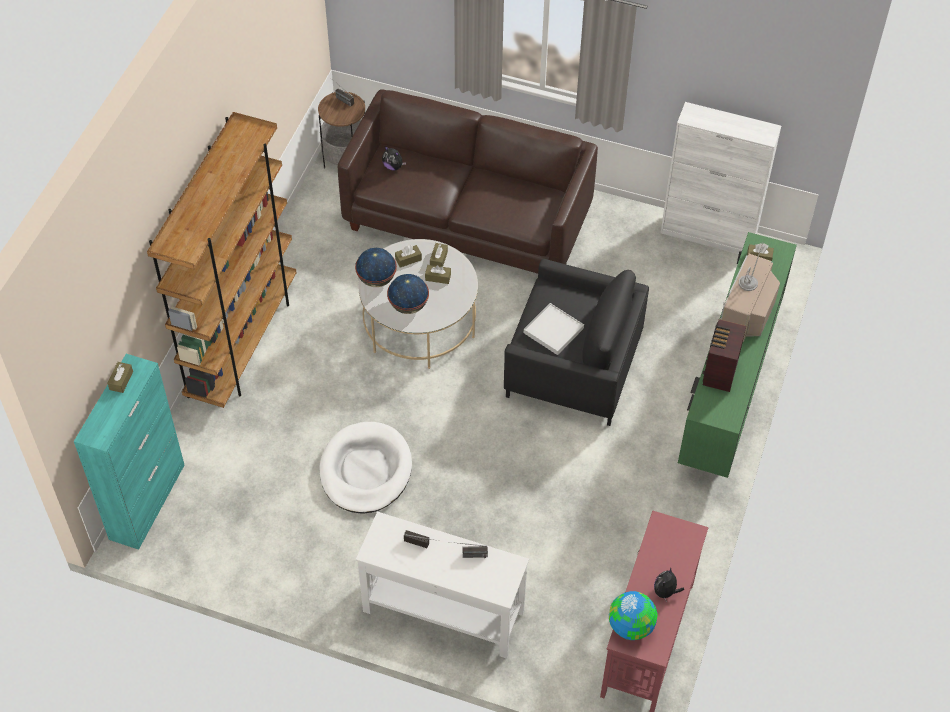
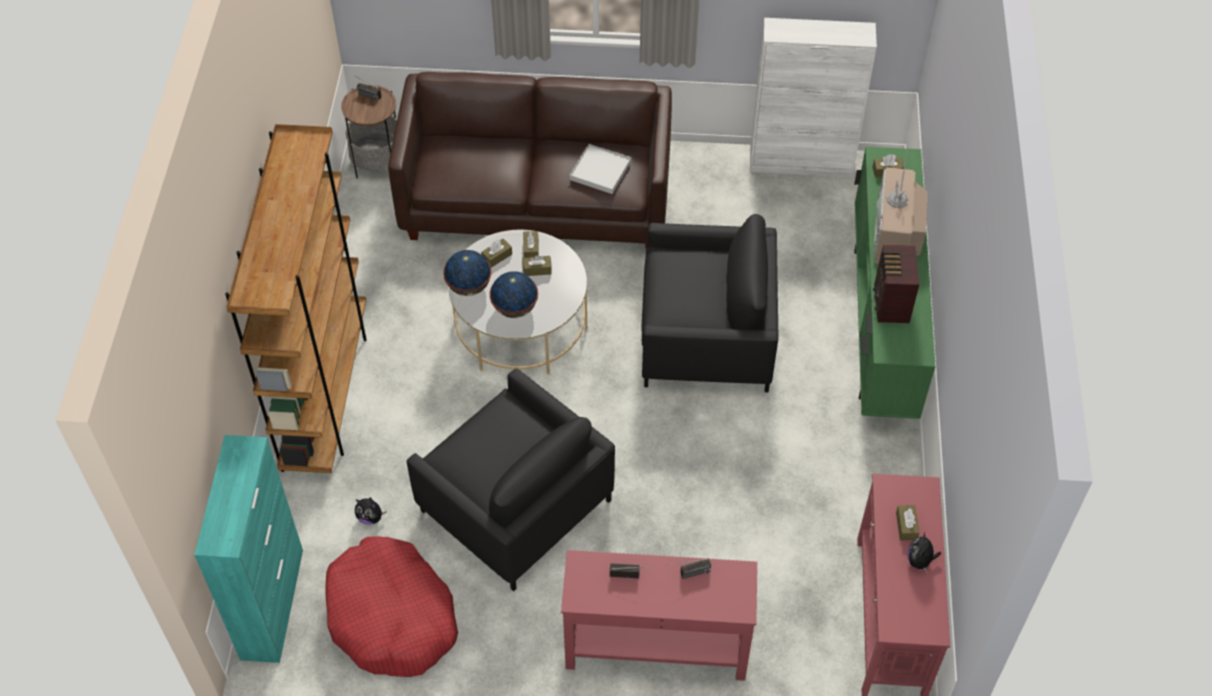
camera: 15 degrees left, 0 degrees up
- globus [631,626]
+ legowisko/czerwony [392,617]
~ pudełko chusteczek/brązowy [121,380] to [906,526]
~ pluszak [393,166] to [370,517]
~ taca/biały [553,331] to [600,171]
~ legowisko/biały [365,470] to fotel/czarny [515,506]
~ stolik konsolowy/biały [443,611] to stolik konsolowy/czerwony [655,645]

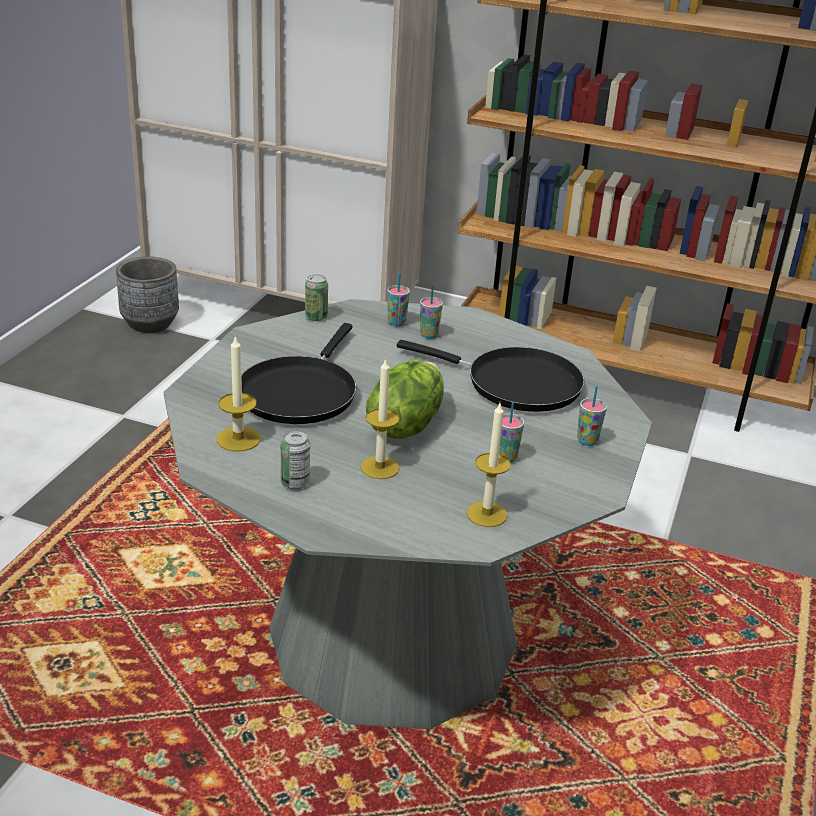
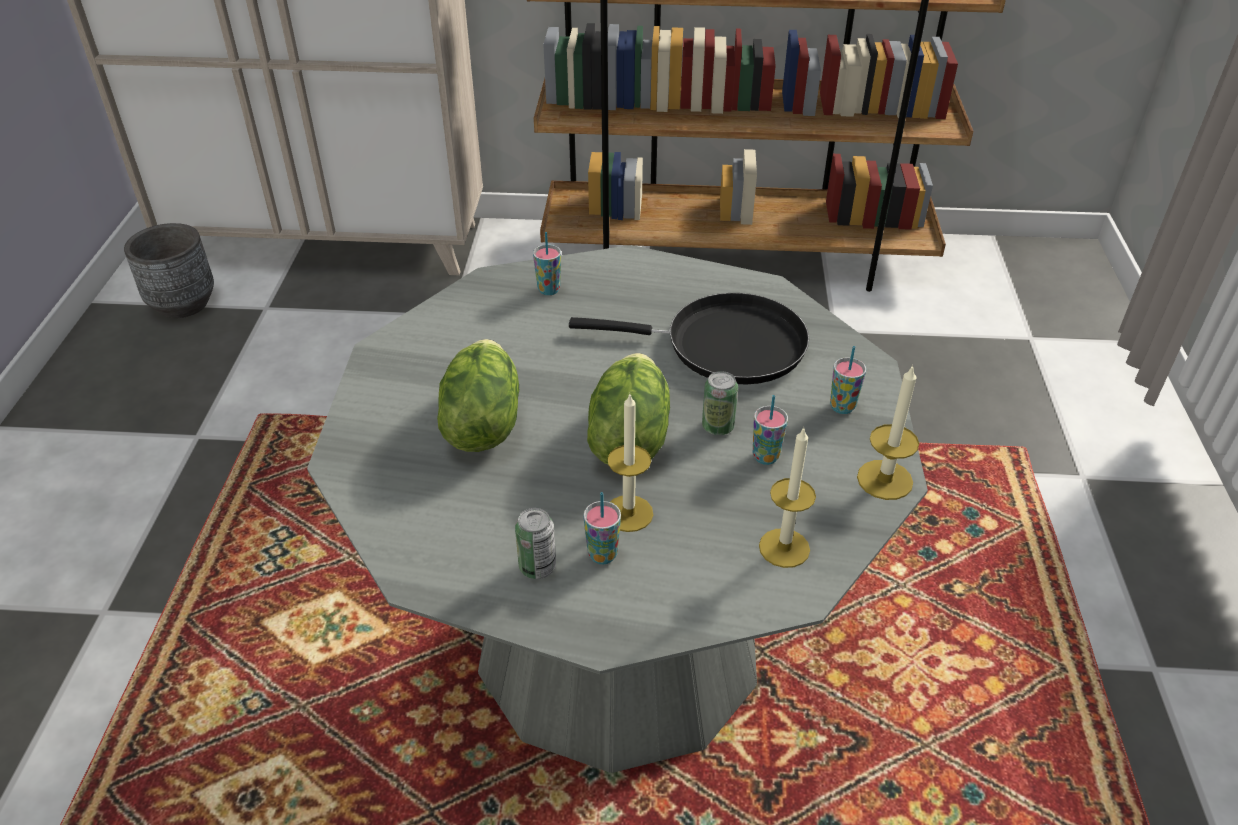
camera: 15 degrees left, 10 degrees up
~ świeca [238,439] to [884,480]
~ puszka [316,317] to [718,427]
~ filiżanka [429,335] to [602,555]
~ patelnia/czarny [300,392] to sałata [481,423]

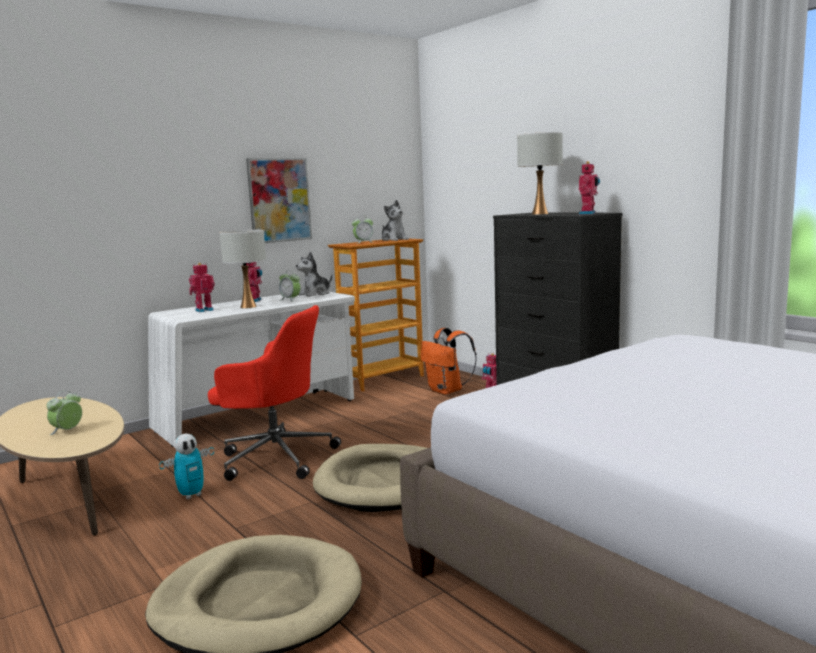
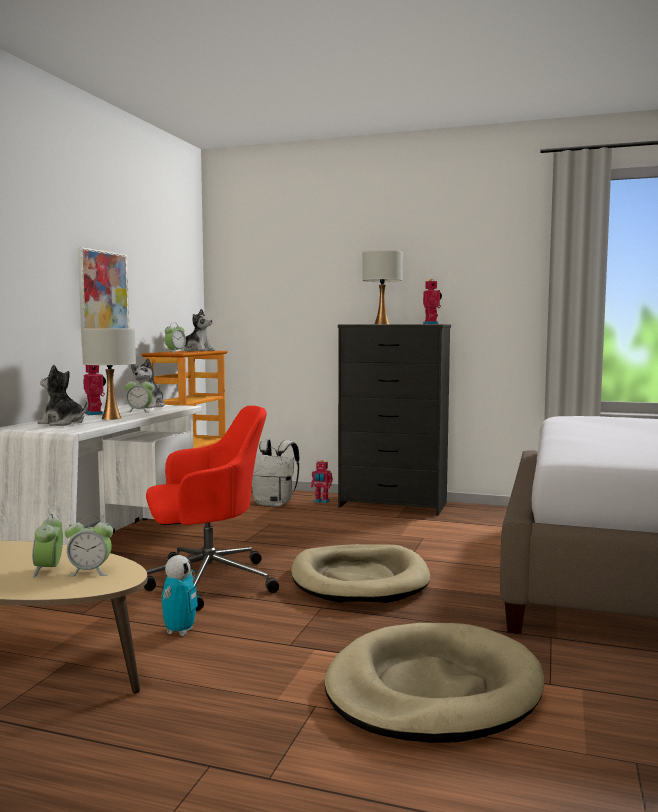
camera: 35 degrees left, 5 degrees down
+ budzik [90,572]
~ robot zabawkowy [204,310] to pluszak [63,423]
~ plecak/pomarańczowy [447,391] to plecak/biały [274,504]

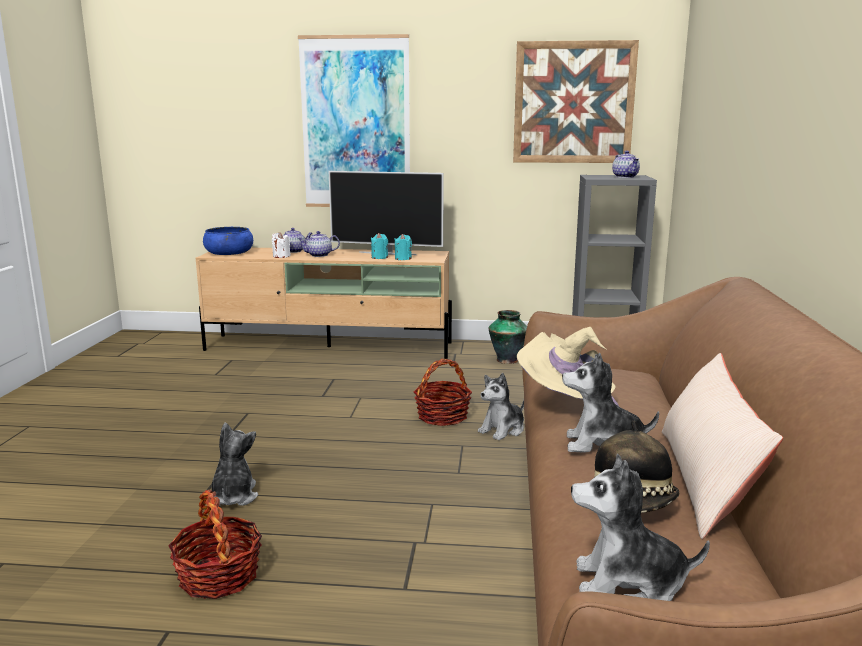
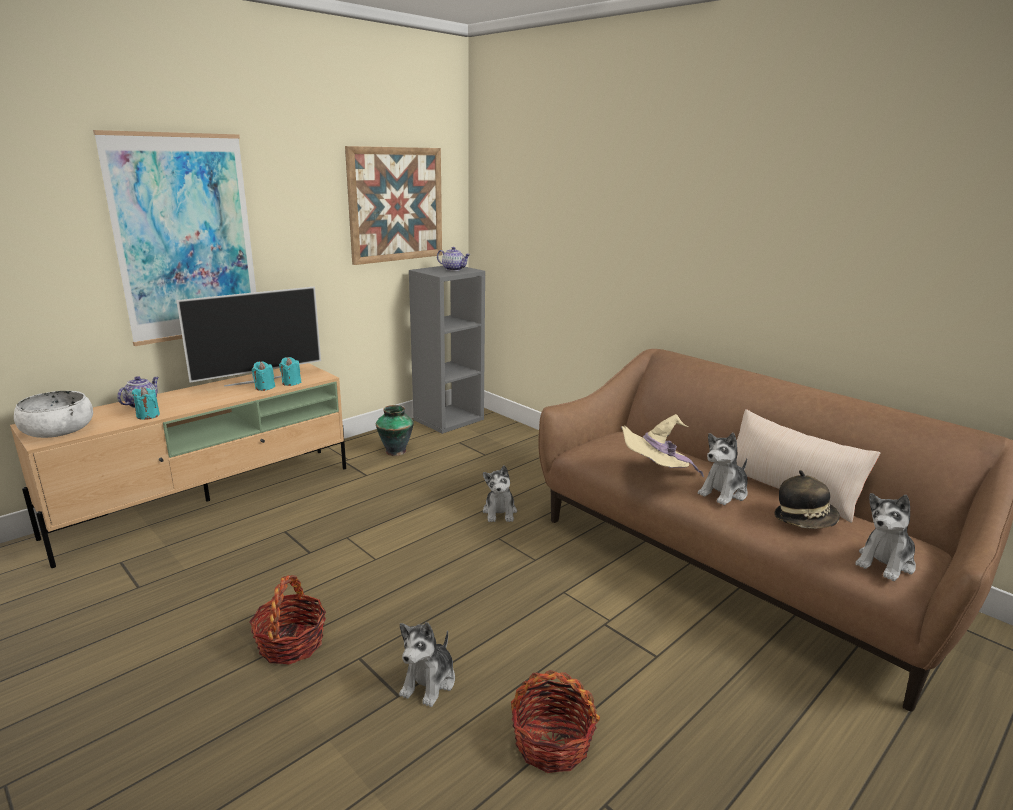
camera: 50 degrees left, 5 degrees up
- imbryk [318,255]
~ koszyk [442,416] to [291,643]
~ miska/niebieski [229,253] to miska/biały [58,430]
~ świeca/biały [281,256] to świeca/turkusowy [148,415]
~ pluszak [233,496] = [429,682] 105 degrees counterclockwise

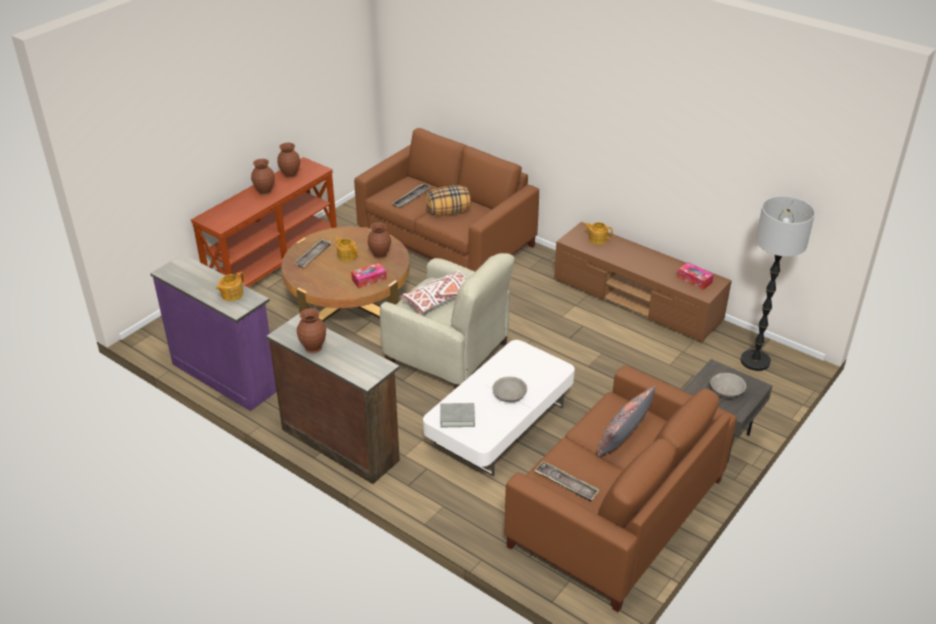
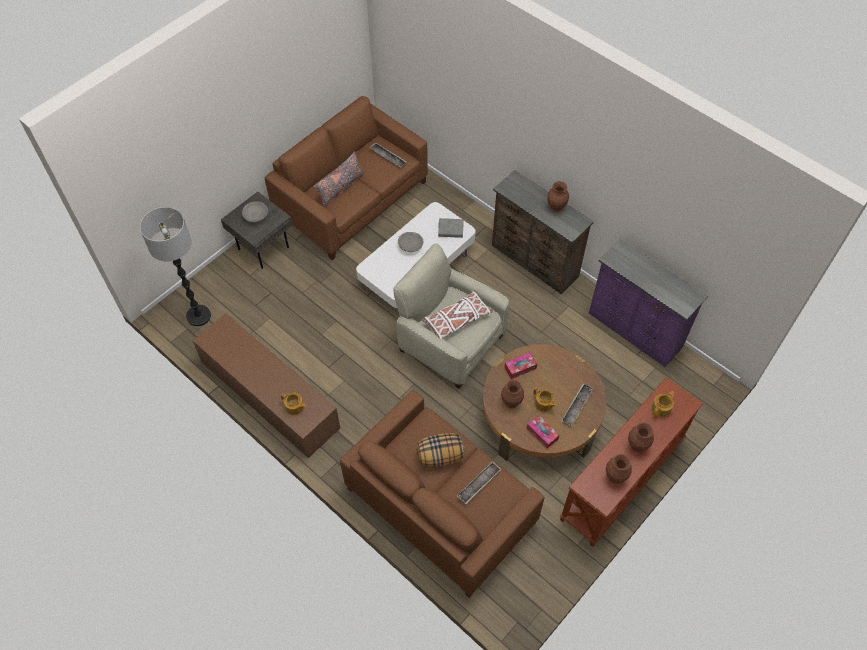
camera: 175 degrees left, 20 degrees up
~ imbryk [231,294] to [661,408]
~ pudełko chusteczek [694,280] to [542,433]

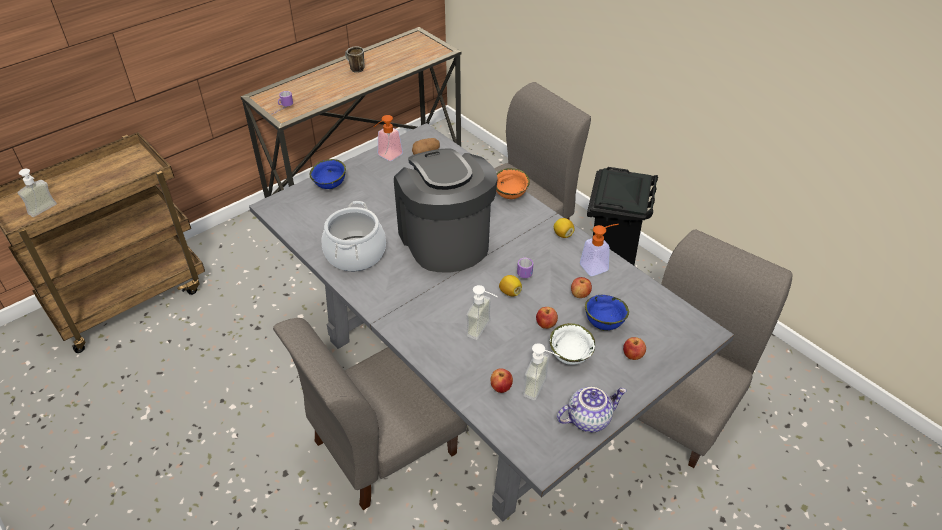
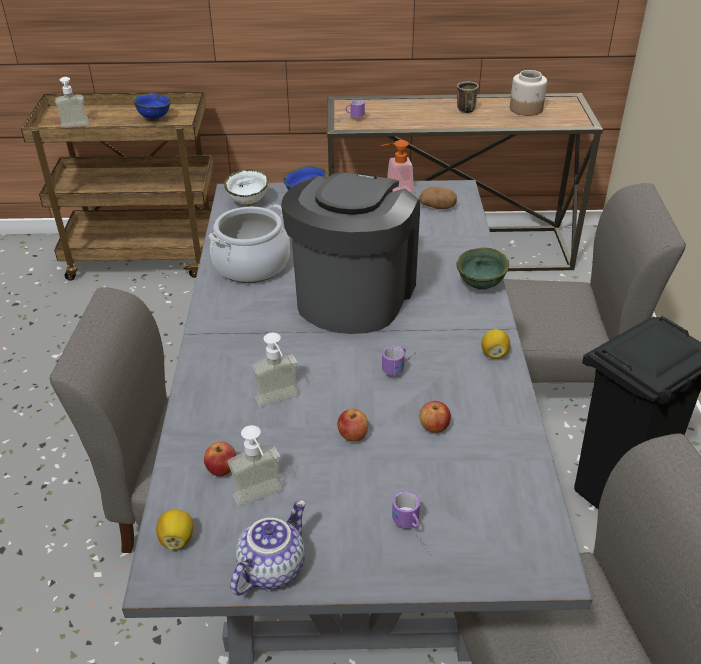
camera: 40 degrees right, 5 degrees down
- dozownik mydła [598,266]
+ słoik [526,109]
~ cytryna [510,292] to [177,539]
~ miska/biały [570,356] to [249,202]
~ miska/niebieski [603,324] to [154,118]
~ jabłko [632,356] to kubek [413,534]
~ miska/pomarańczowy [511,196] to miska/zielony [481,286]
~ imbryk [588,418] = [271,567] 75 degrees counterclockwise

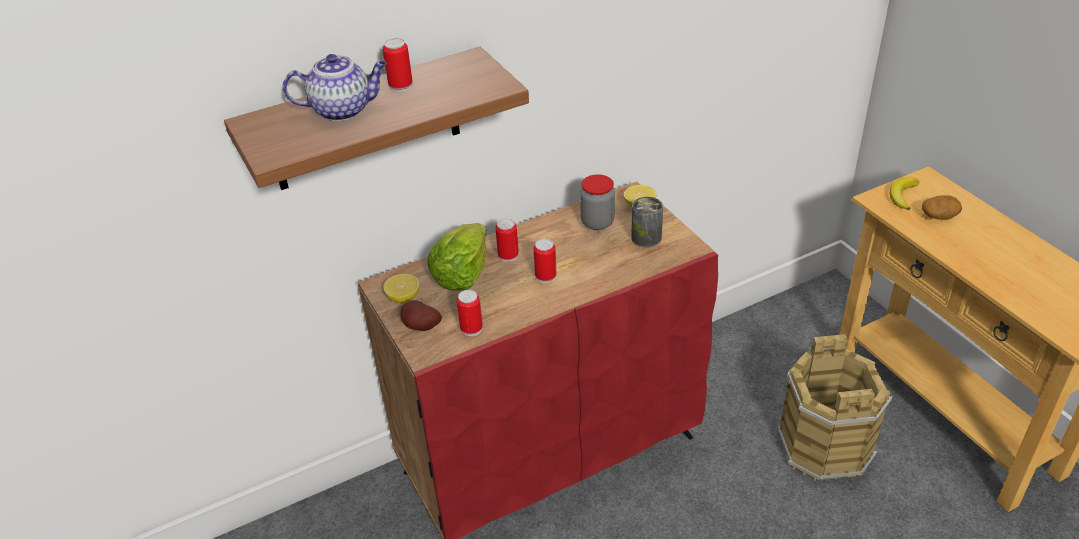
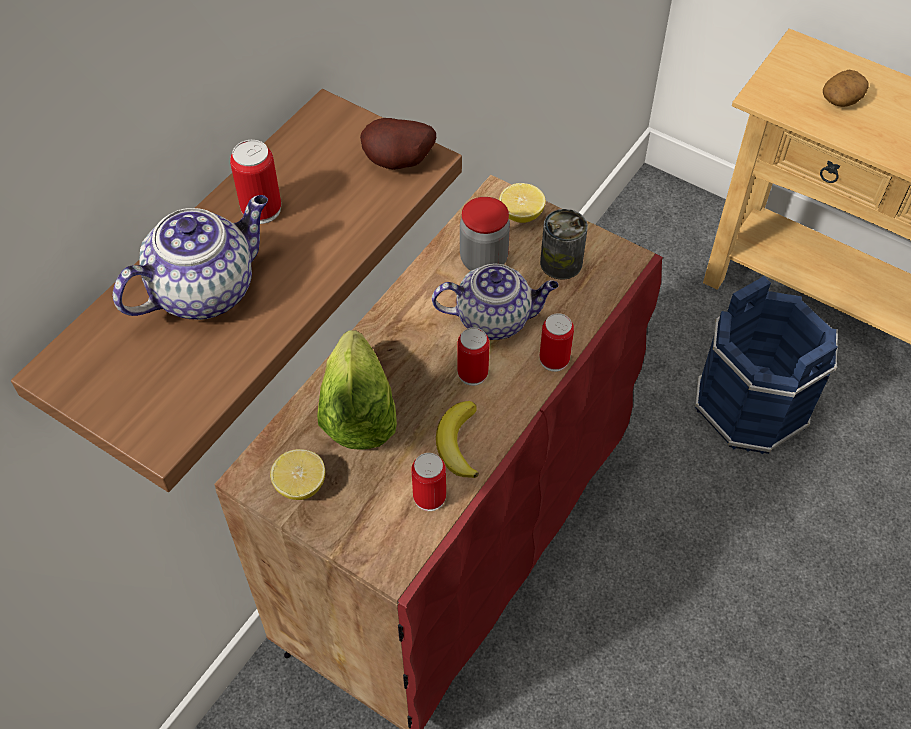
camera: 30 degrees left, 15 degrees up
+ imbryk [495,319]
~ ziemniak [420,327] to [399,163]
~ puszka [508,255] to [554,359]
~ banan [902,195] to [458,443]
~ wiadro/brązowy [825,446] to wiadro/niebieski [752,405]

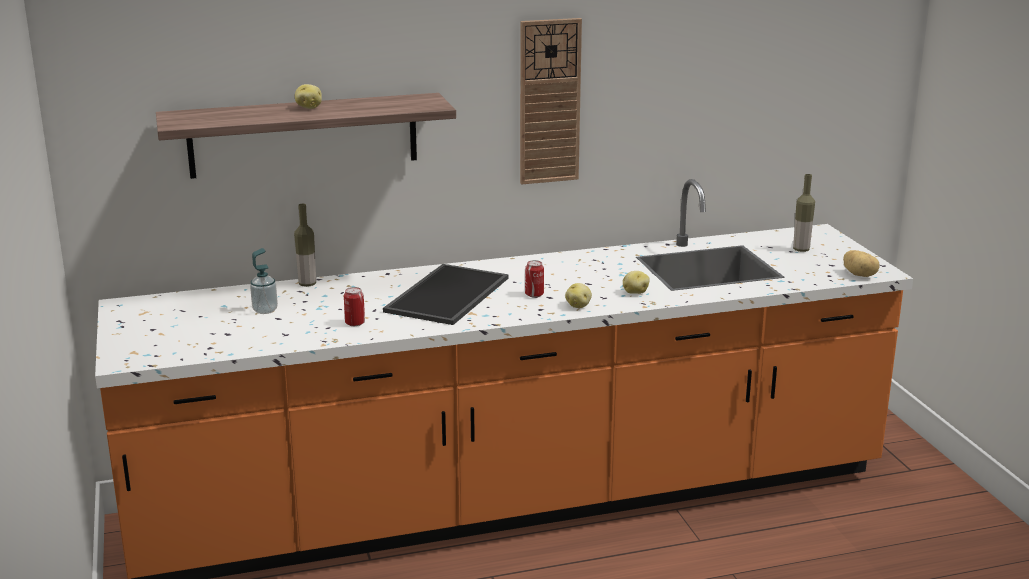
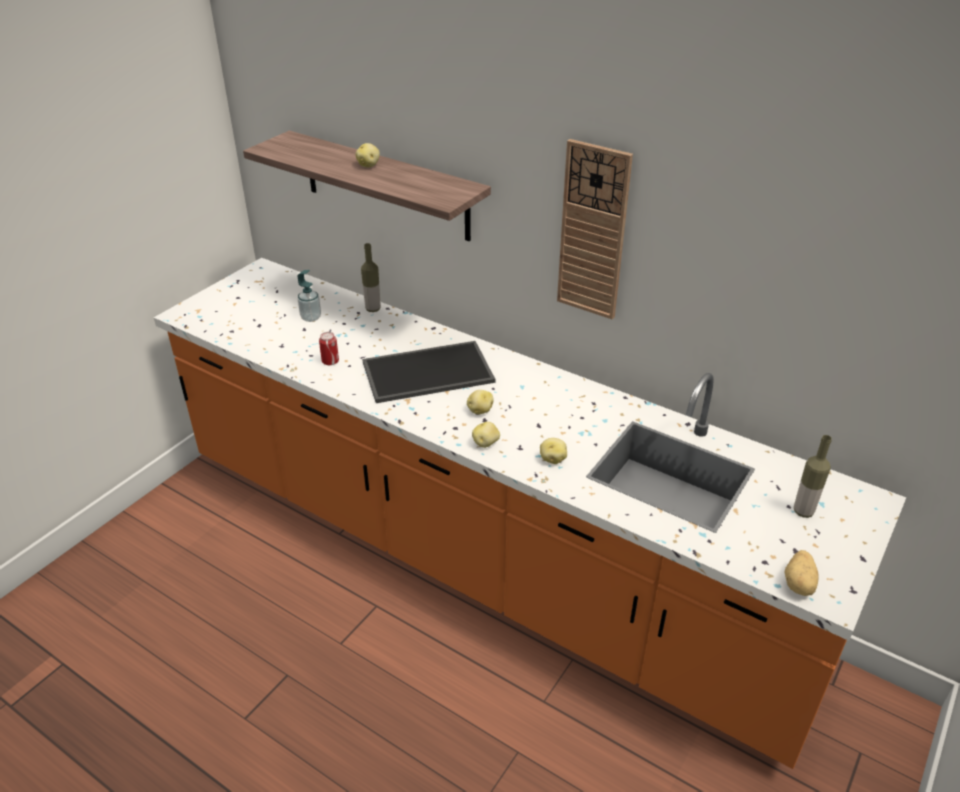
camera: 50 degrees right, 15 degrees up
~ puszka [534,294] to ziemniak [479,410]

